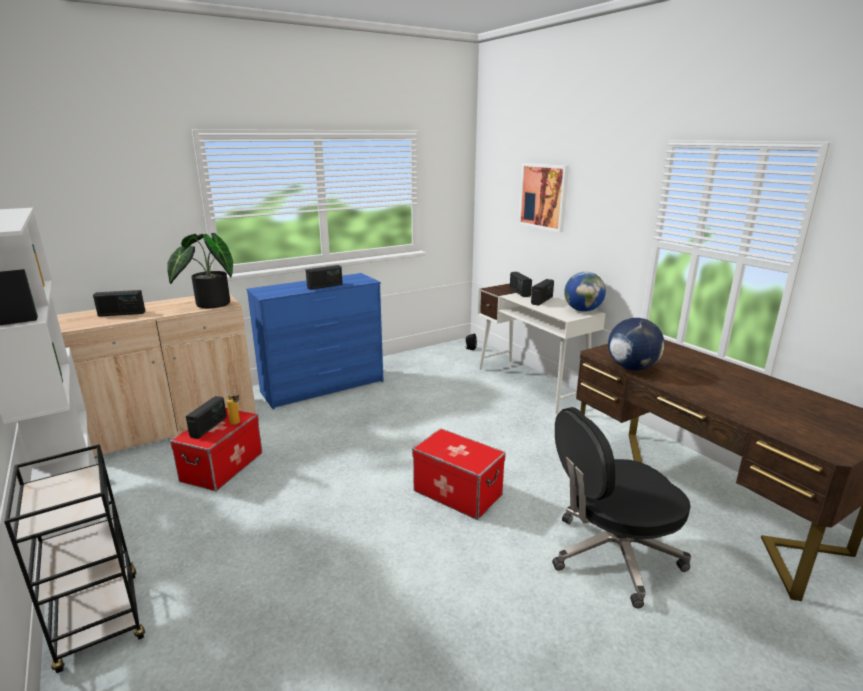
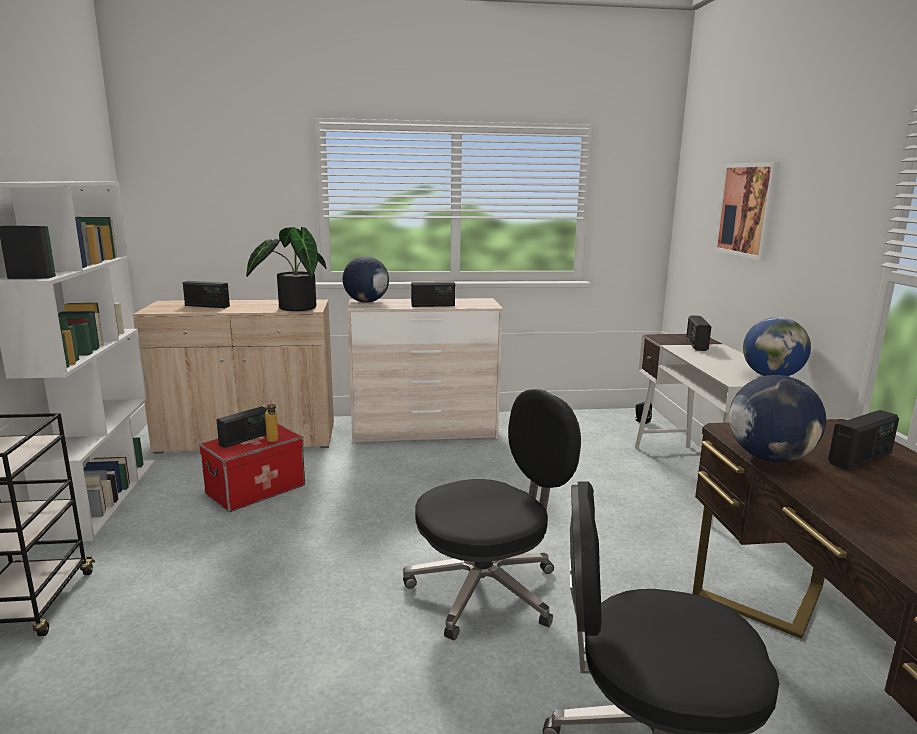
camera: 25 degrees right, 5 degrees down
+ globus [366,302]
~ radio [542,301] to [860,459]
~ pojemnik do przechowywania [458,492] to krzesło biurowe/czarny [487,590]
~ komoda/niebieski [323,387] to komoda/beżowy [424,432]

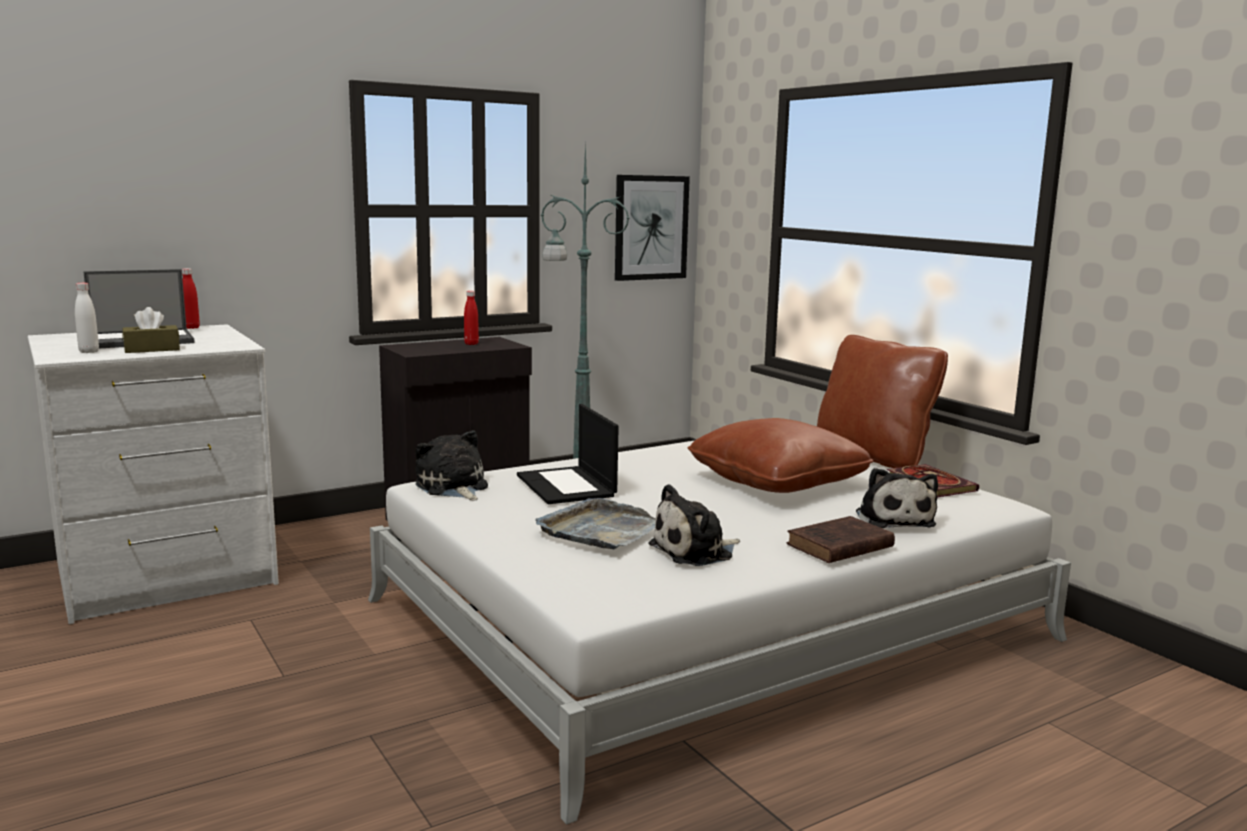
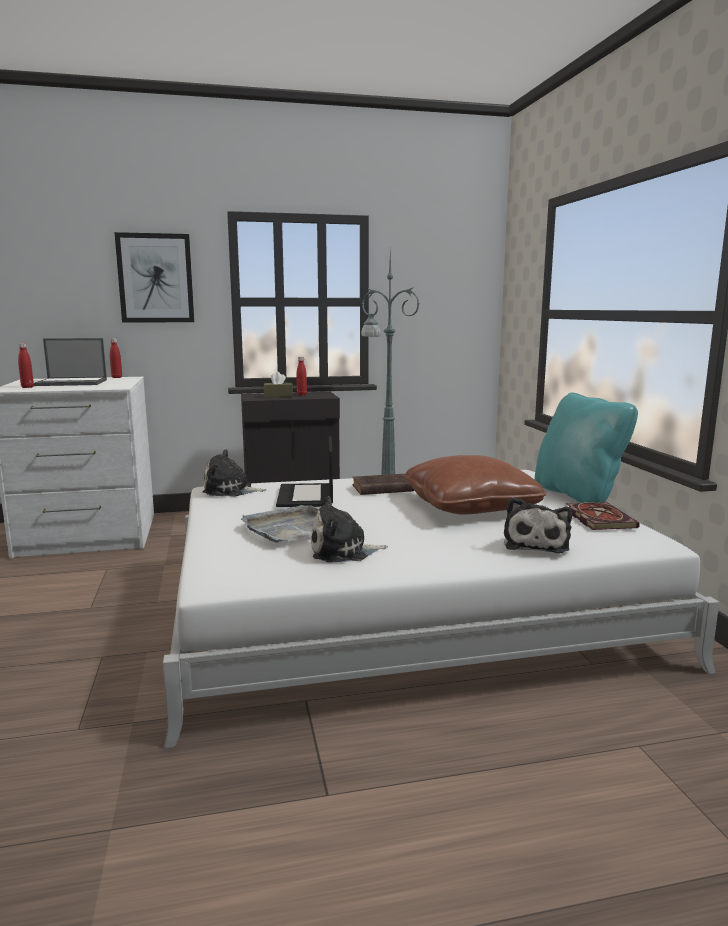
camera: 20 degrees right, 0 degrees up
~ pudełko chusteczek/brązowy [152,349] to [278,396]
~ obraz [651,227] to [155,278]
~ książka/brązowy [837,546] to [381,488]
~ butelka/biały [89,352] to butelka/czerwony [27,387]
~ poduszka/brązowy [873,457] to poduszka/turkusowy [578,495]
~ pluszak [453,487] = [231,490] 75 degrees counterclockwise

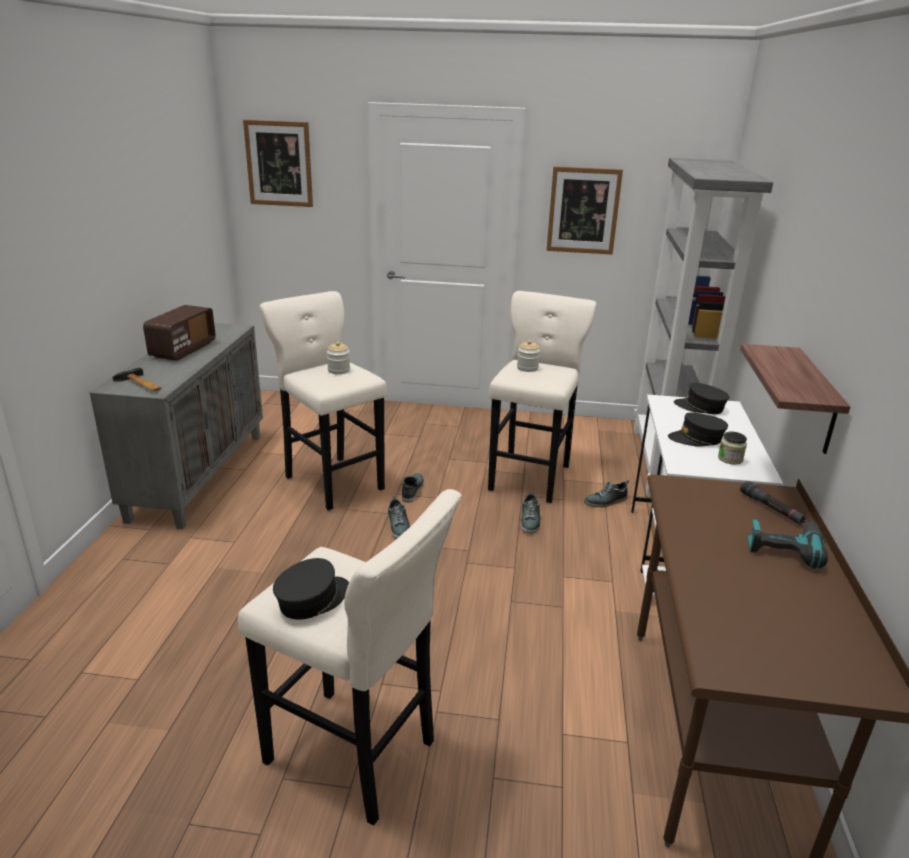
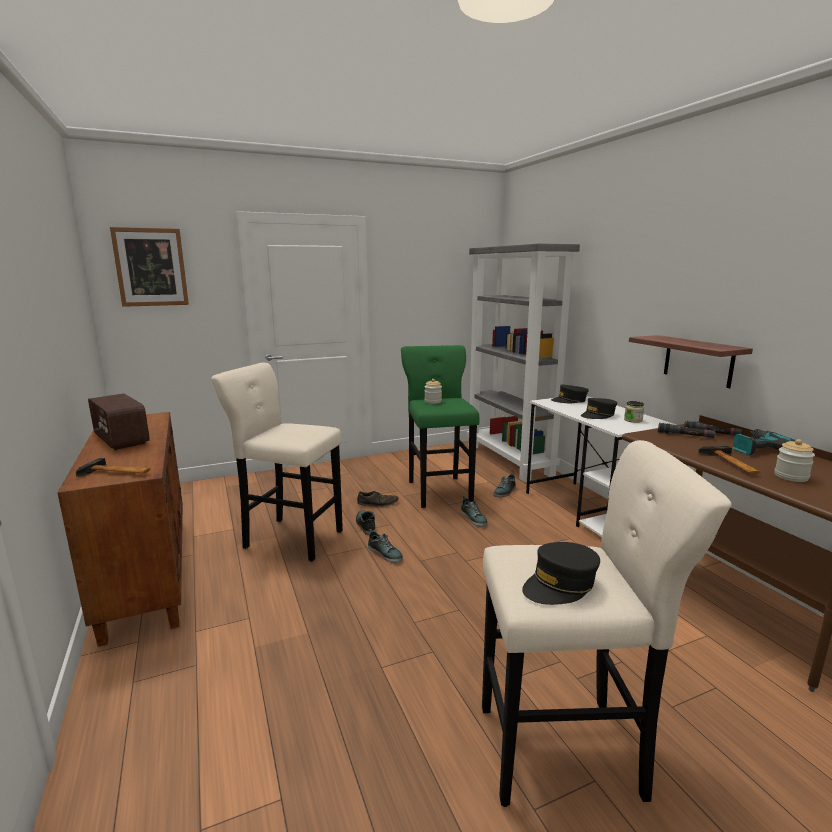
camera: 30 degrees left, 10 degrees down
- obraz [583,210]
+ but/brązowy [378,503]
+ latarka/czarny [685,435]
+ młotek [730,464]
~ słoik [339,370] to [791,476]
~ szafka/szary [198,475] to szafka/brązowy [146,573]
~ stołek/beżowy [531,475] to stołek/zielony [439,490]
~ radio [183,350] = [122,439] 150 degrees clockwise
~ czapka z daszkiem/czarny [312,599] = [560,585] 135 degrees counterclockwise

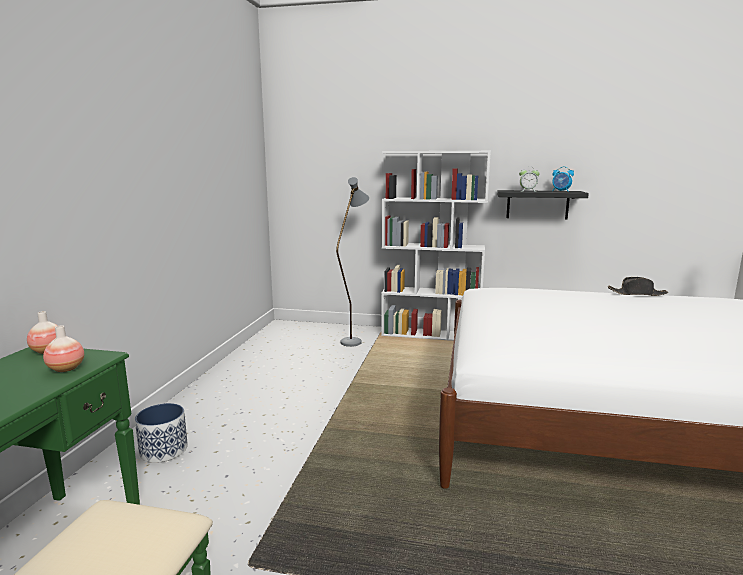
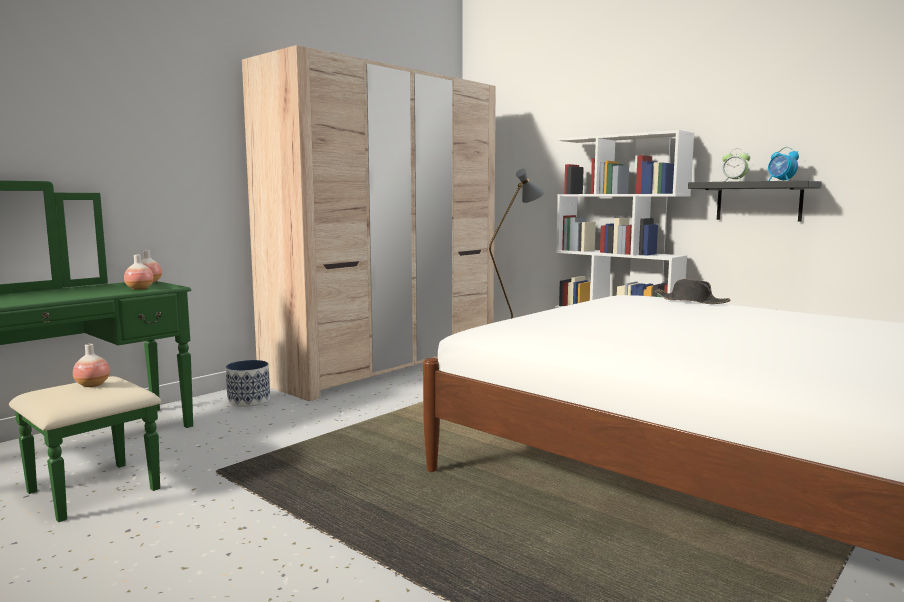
camera: 30 degrees right, 5 degrees down
+ wazon [92,385]
+ szafa/beżowy [387,365]
~ kapelusz/czarny [637,294] to [691,301]

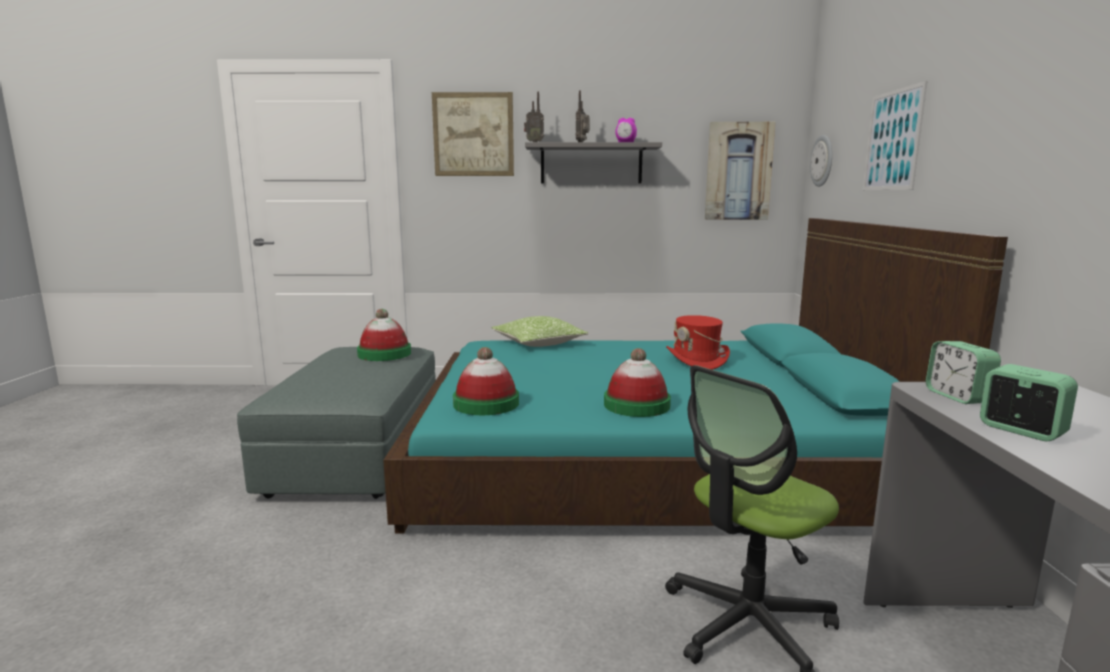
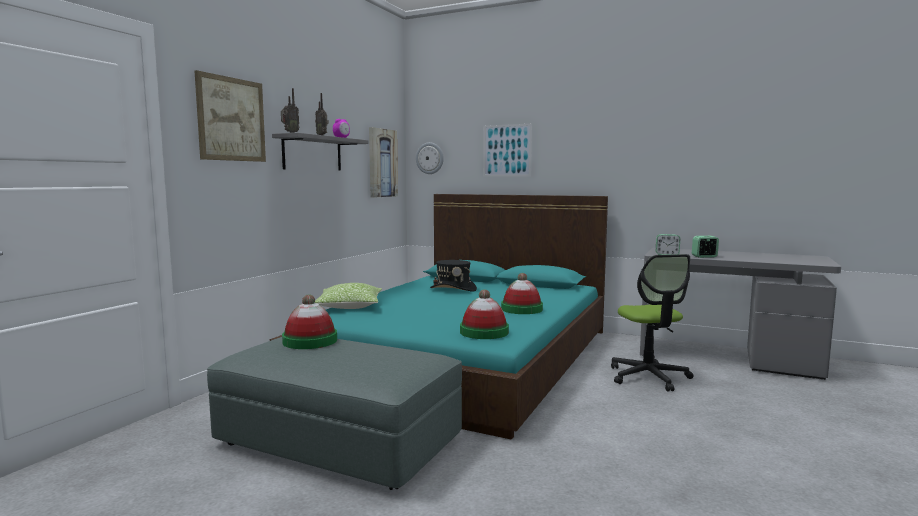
camera: 65 degrees left, 5 degrees down
~ kapelusz/czerwony [697,360] to kapelusz/czarny [453,289]

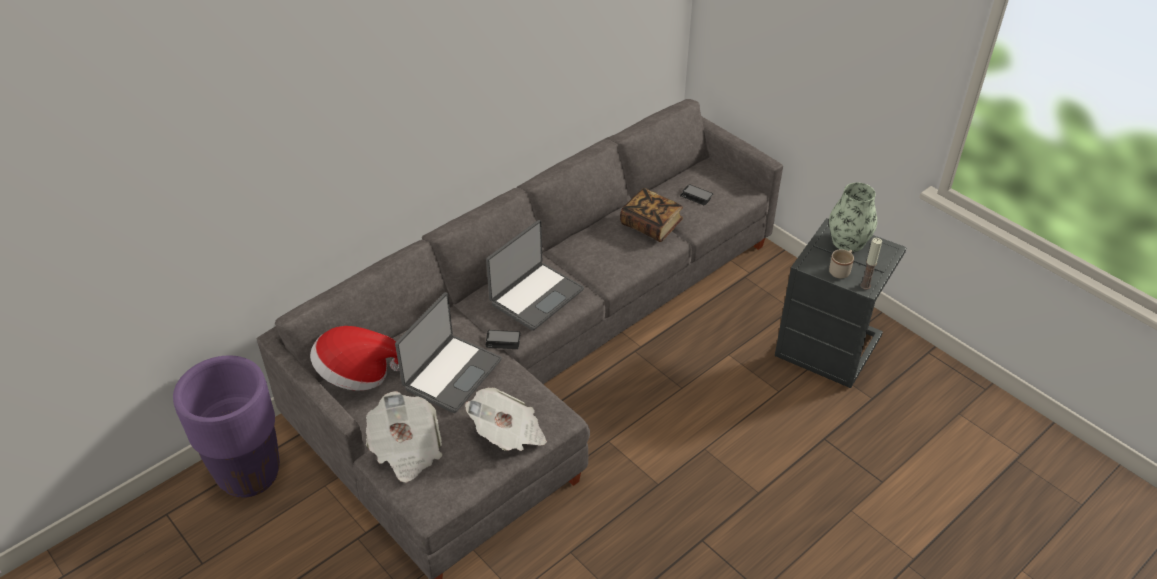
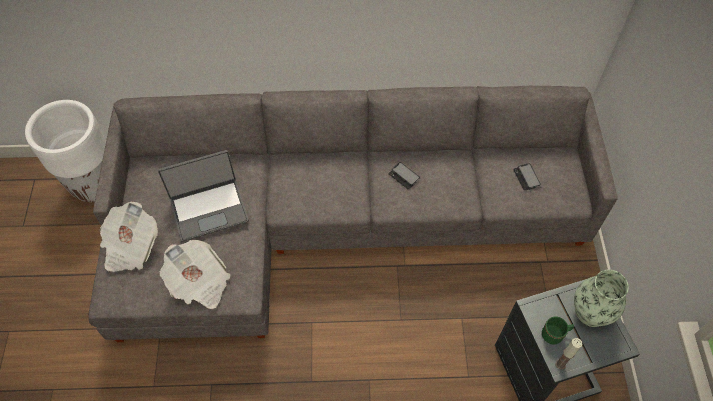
camera: 40 degrees right, 15 degrees up
- kapelusz [356,374]
- laptop [535,296]
- książka [651,225]
~ telefon [503,340] to [404,176]
~ donica/fioletowy [249,474] to donica/biały [94,184]
~ kubek/beżowy [841,270] to kubek/zielony [555,334]

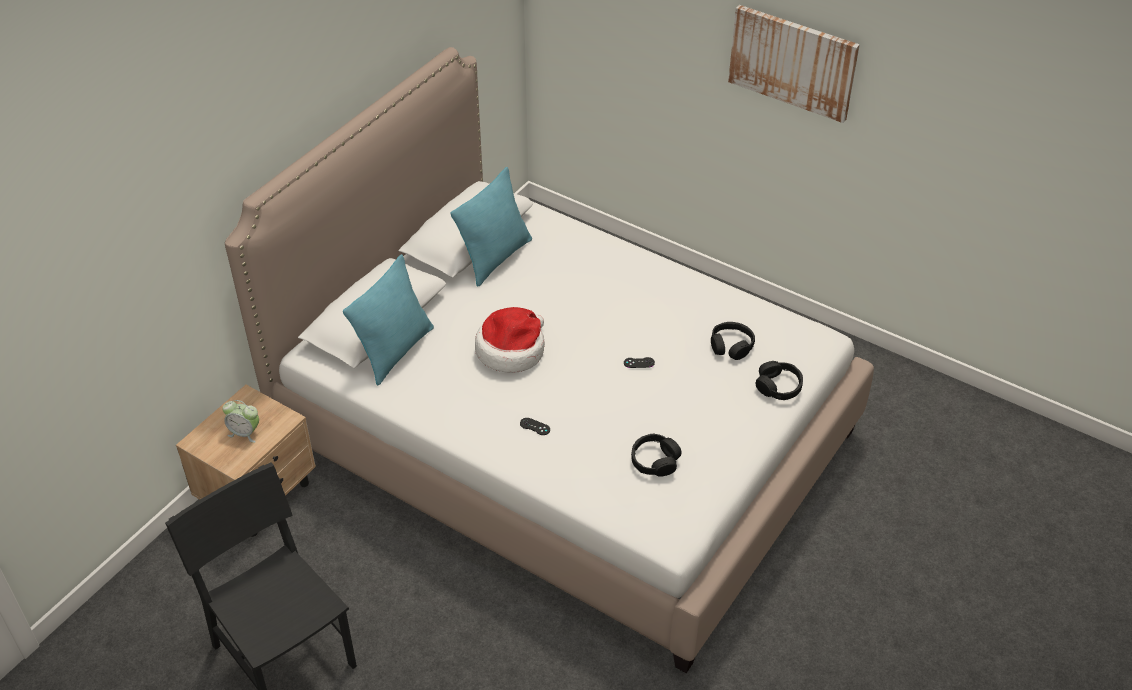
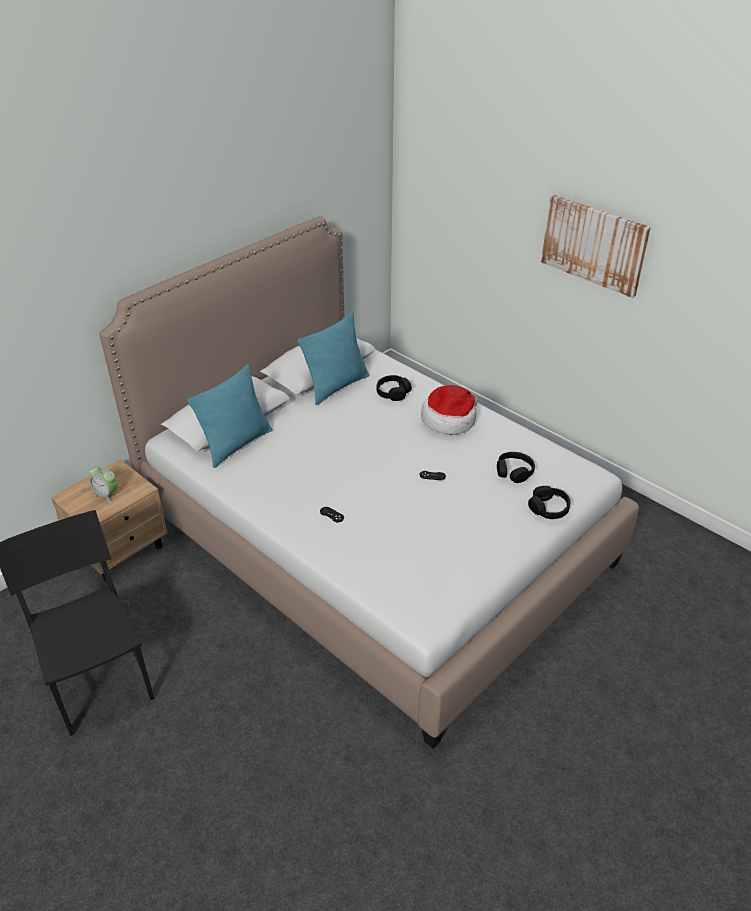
camera: 10 degrees right, 5 degrees down
~ kapelusz [511,350] to [449,419]
~ słuchawki/czarny [655,461] to [393,392]

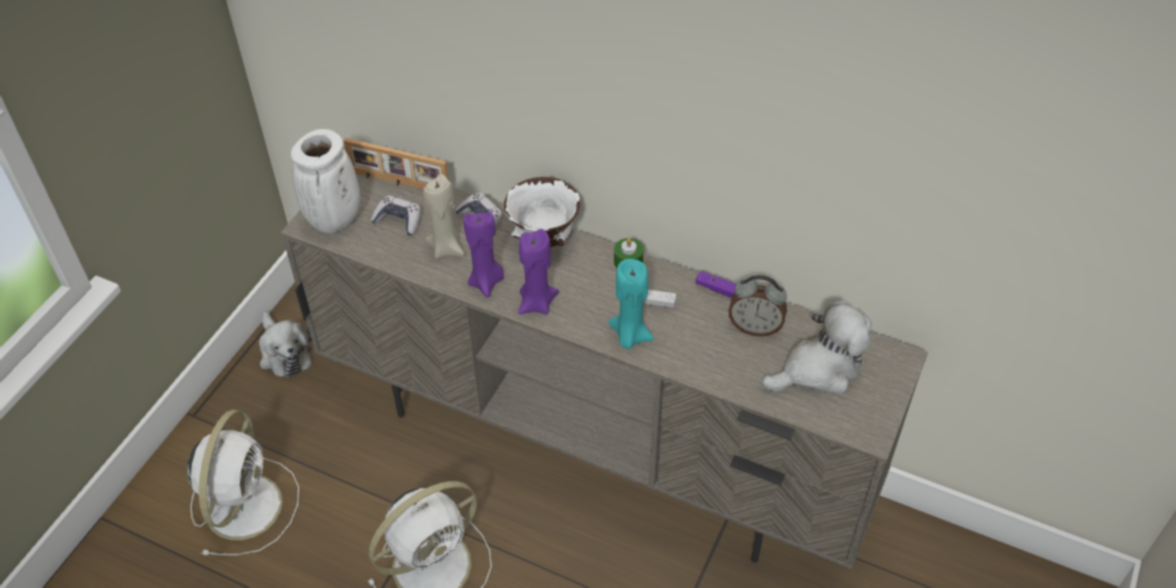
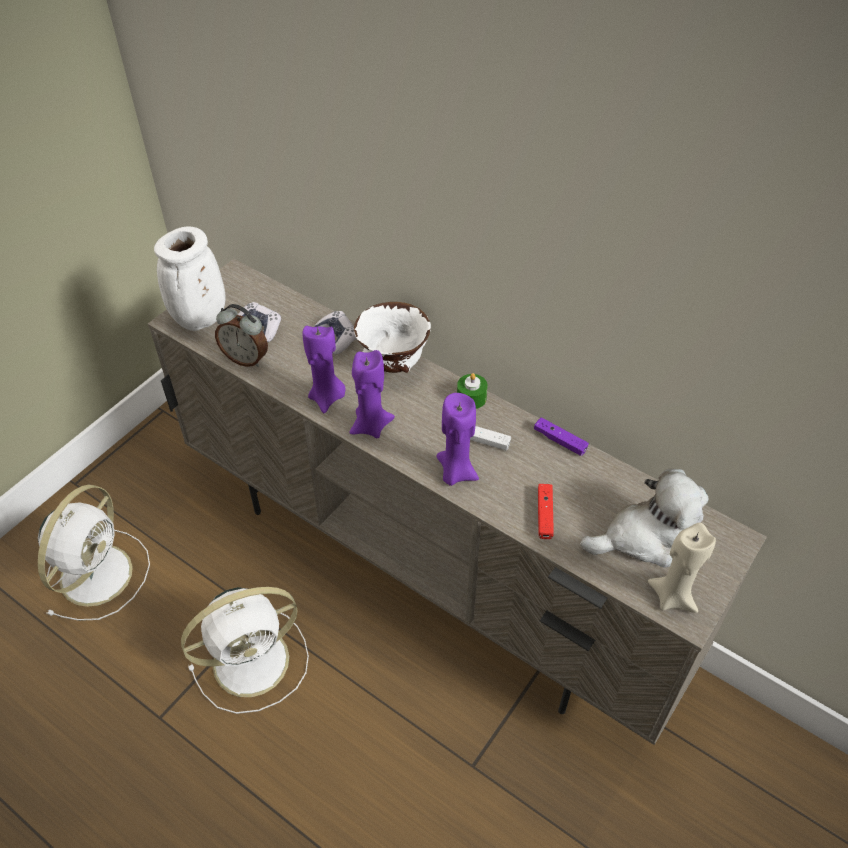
camera: 10 degrees right, 0 degrees up
- pluszak [284,352]
- ramka na zdjęcie [399,183]
+ pad do gier/czerwony [544,515]
~ świeca/beżowy [446,248] to [673,596]
~ budzik [755,327] to [246,358]
~ świeca/turkusowy [630,336] to świeca/fioletowy [455,472]

